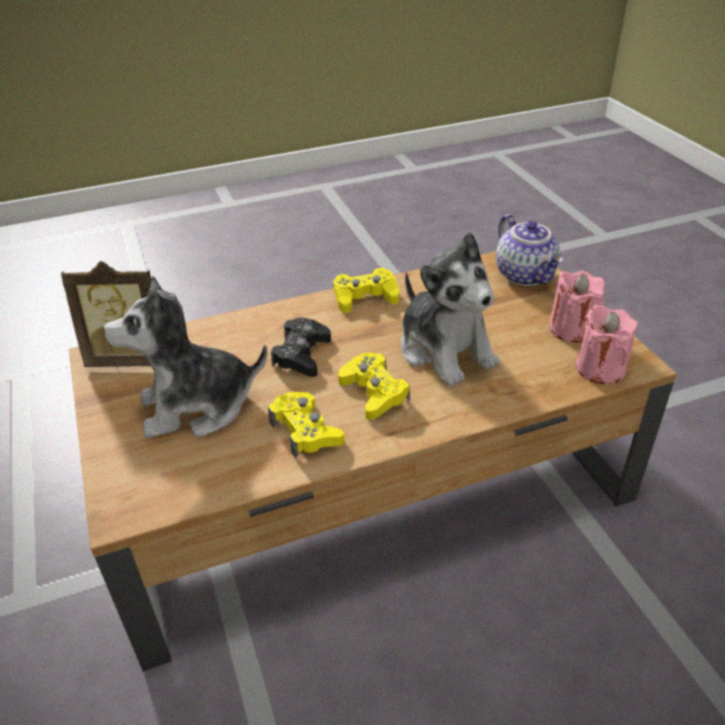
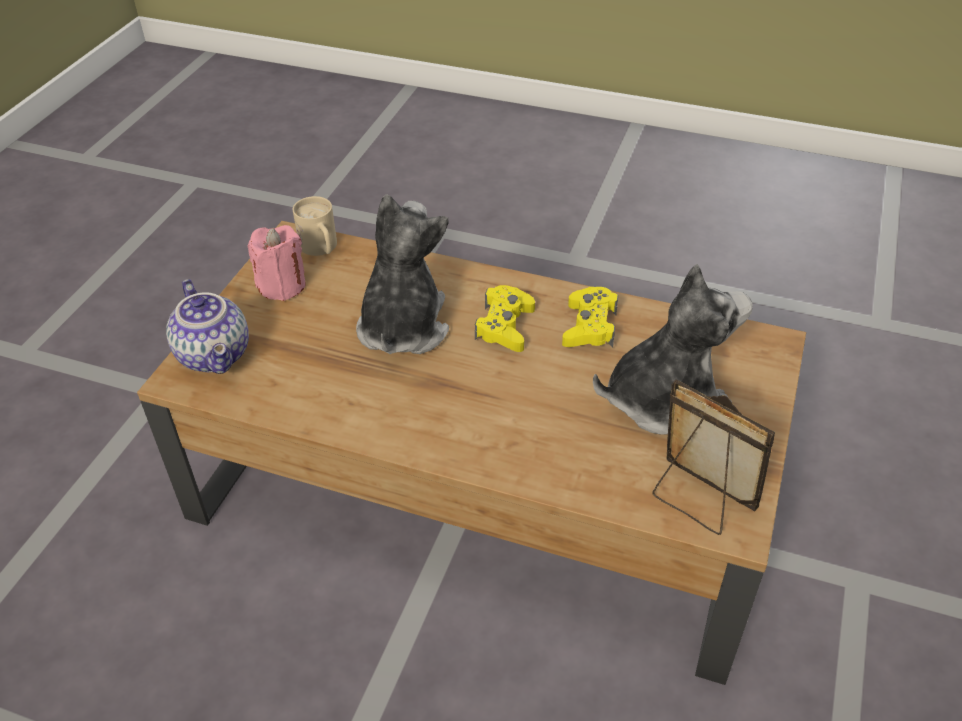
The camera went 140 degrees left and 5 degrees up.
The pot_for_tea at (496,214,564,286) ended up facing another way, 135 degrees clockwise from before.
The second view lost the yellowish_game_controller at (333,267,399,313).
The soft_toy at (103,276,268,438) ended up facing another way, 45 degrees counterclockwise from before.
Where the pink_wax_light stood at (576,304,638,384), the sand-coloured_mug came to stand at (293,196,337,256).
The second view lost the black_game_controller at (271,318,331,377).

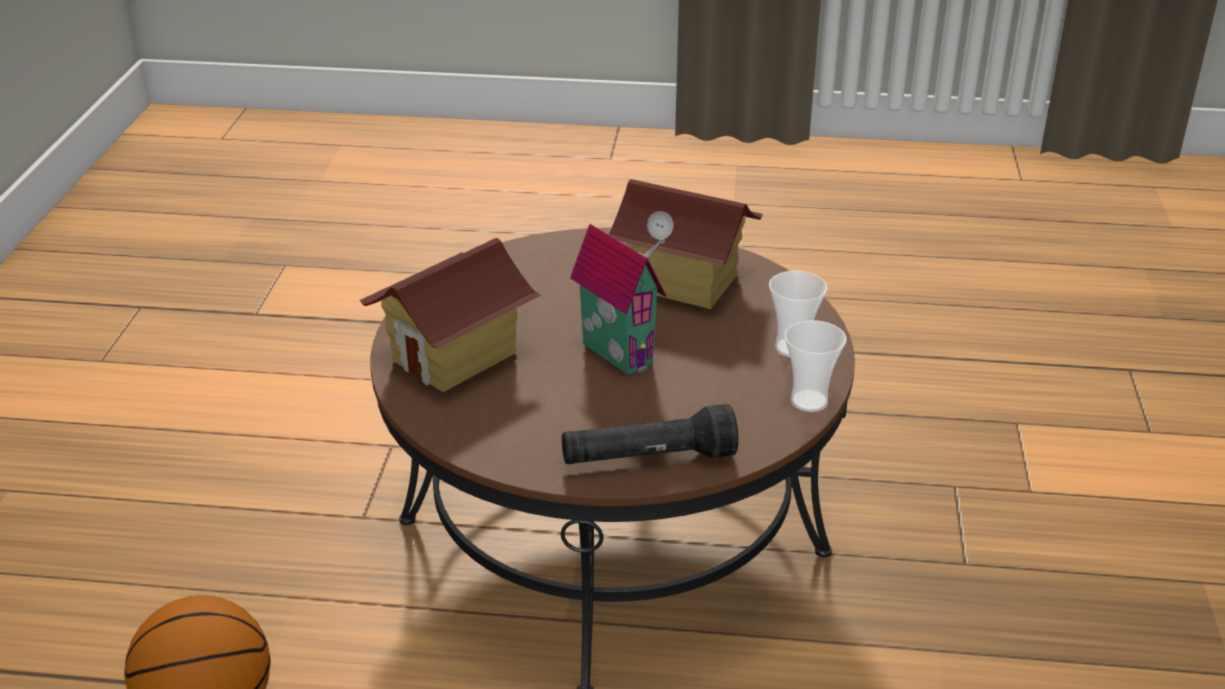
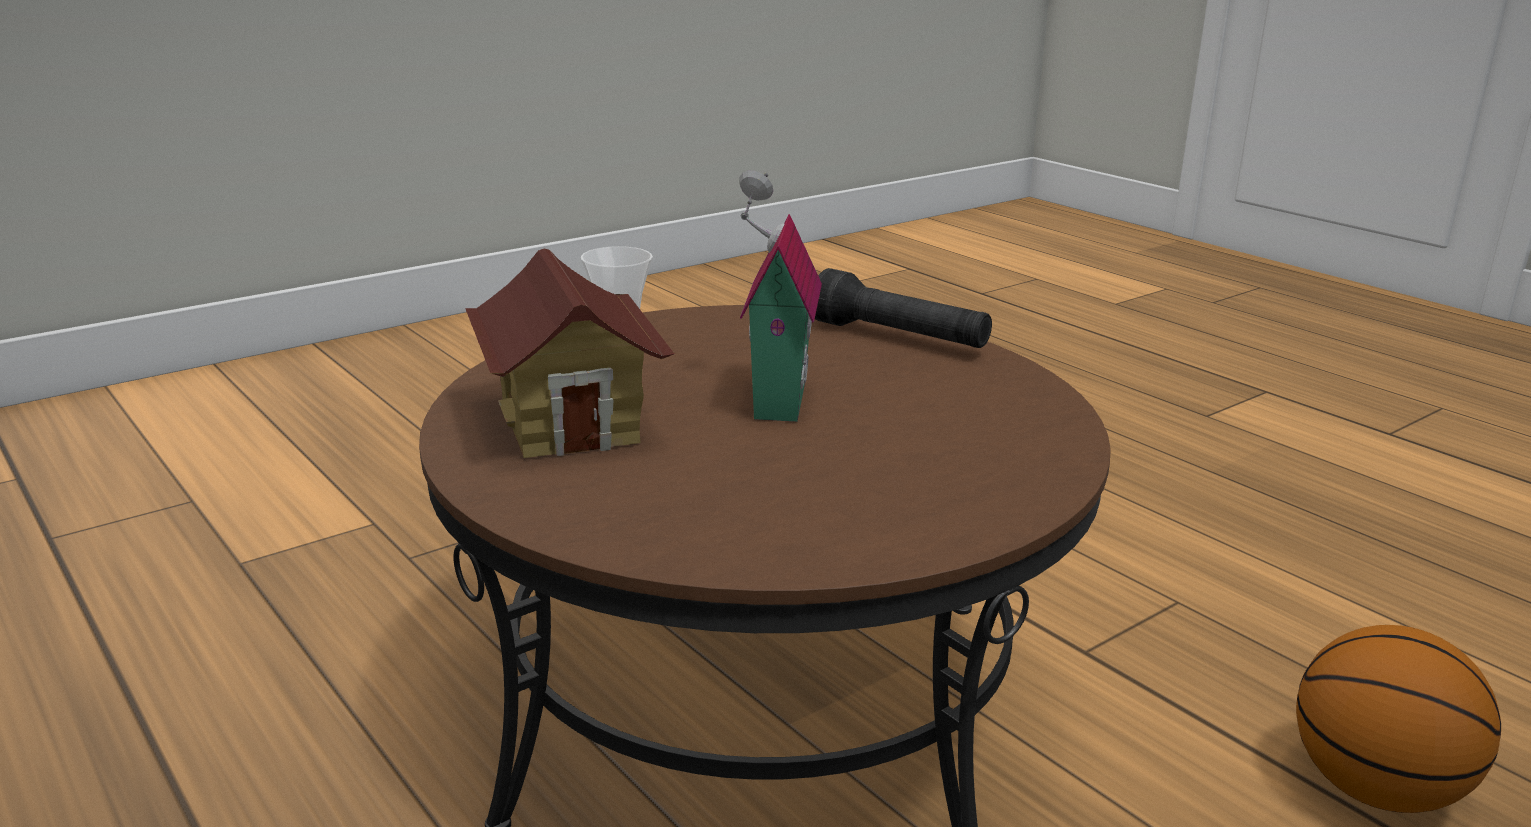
The camera went 135 degrees left and 10 degrees down.
The second view lost the toy_house at (359,238,541,392).
The second view lost the small_cup at (784,320,847,412).

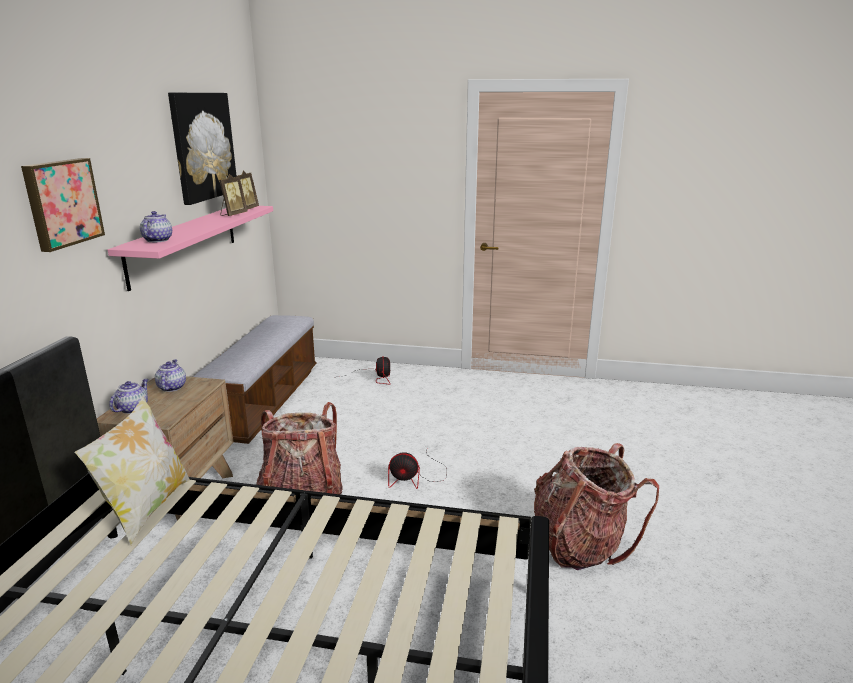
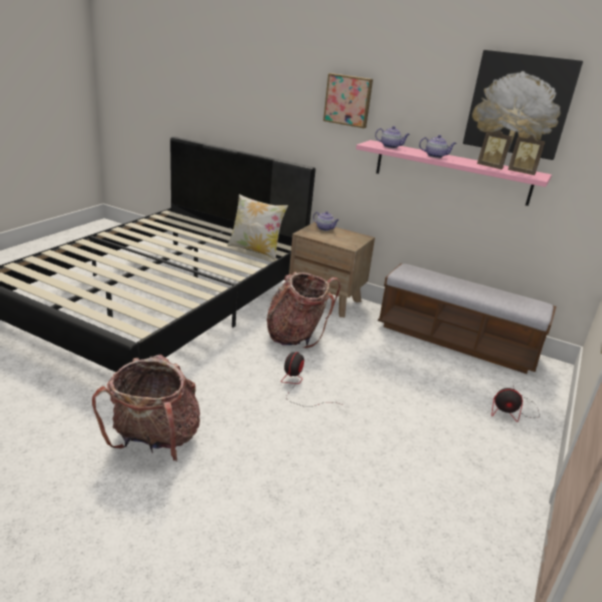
The camera went 105 degrees right and 5 degrees up.
The pot_for_tea ended up elsewhere, having gone from (155,359,186,392) to (419,135,457,158).

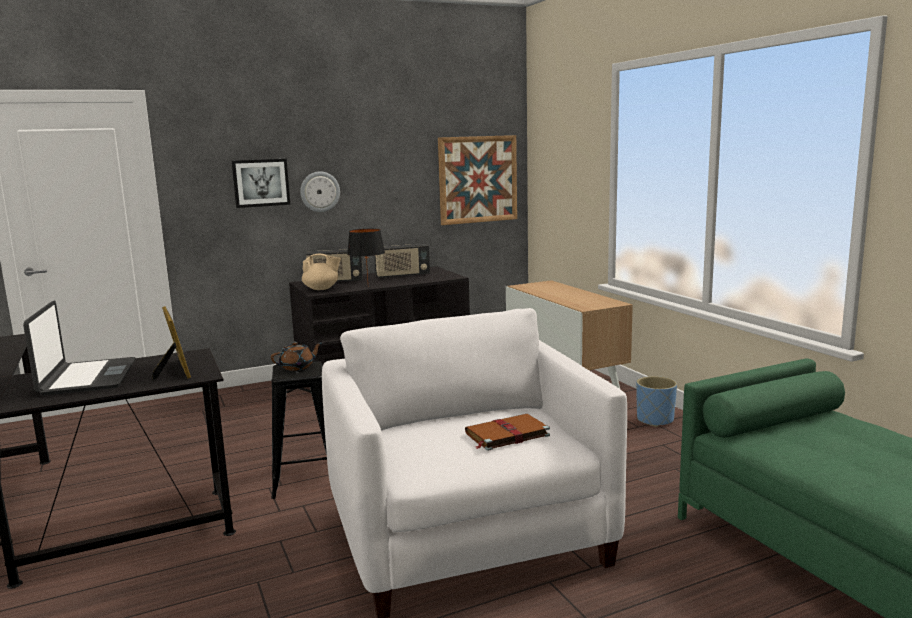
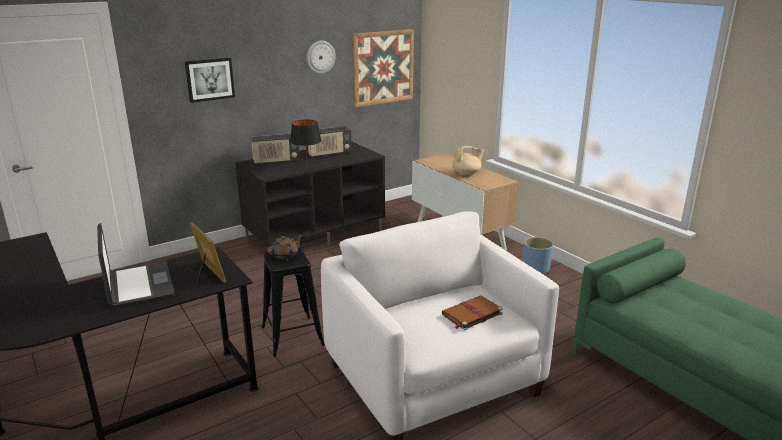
The camera went 10 degrees left and 10 degrees up.
The wall_clock ended up elsewhere, having gone from (300,171,340,212) to (306,41,336,74).
The sand-coloured_pot_for_tea ended up elsewhere, having gone from (302,254,341,290) to (452,146,484,176).

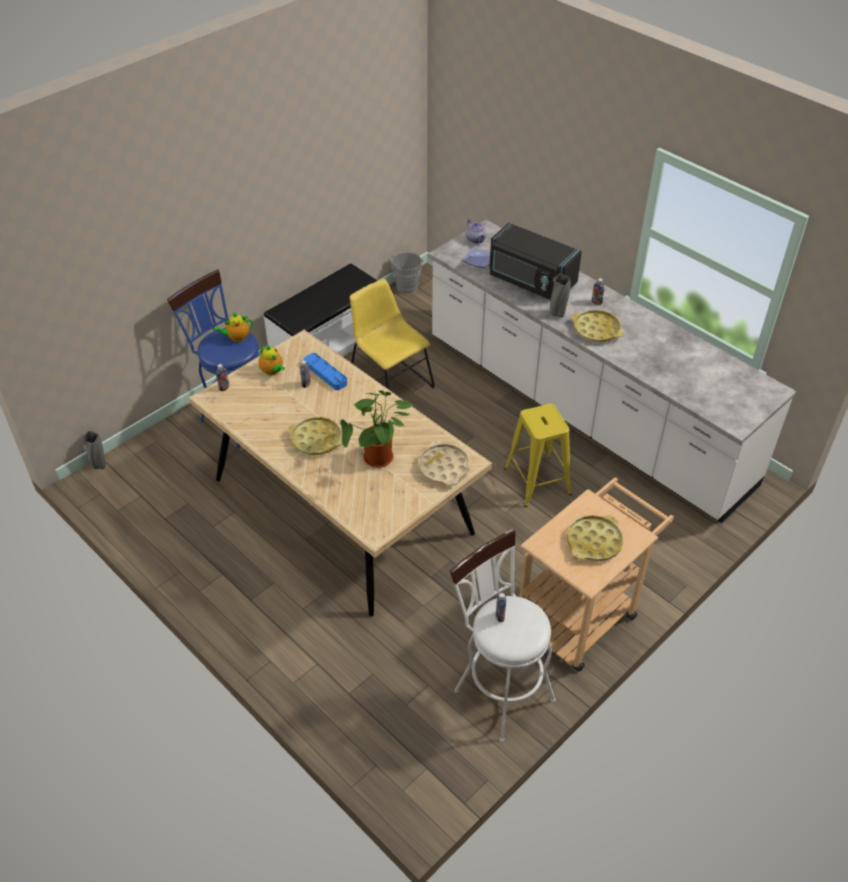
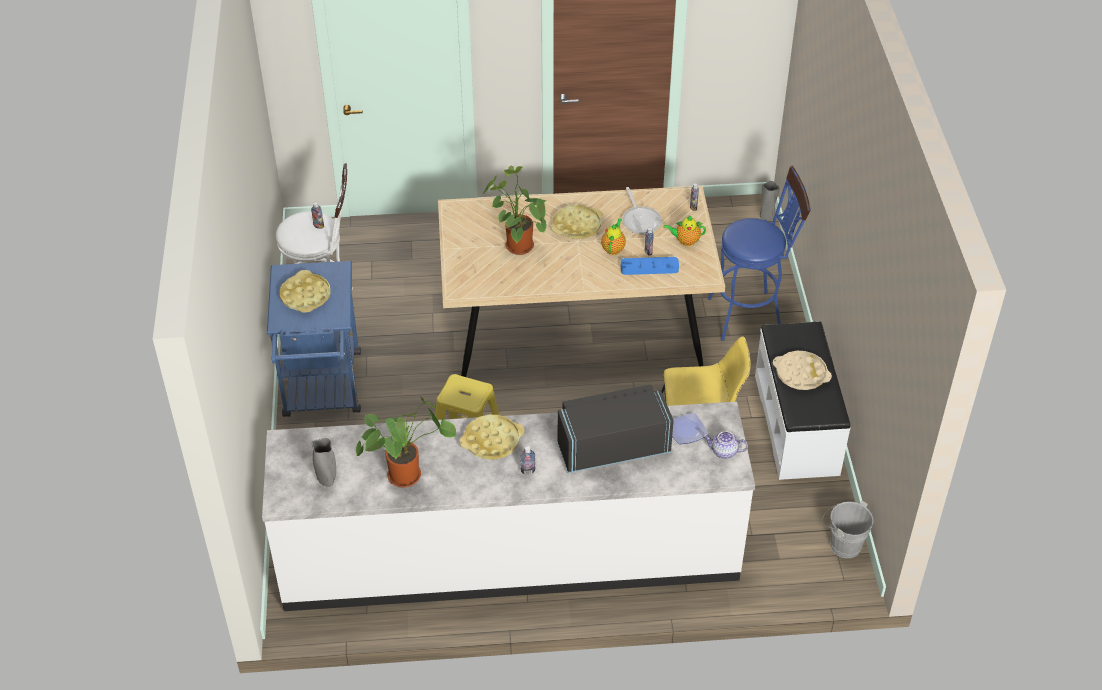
The camera went 130 degrees right and 0 degrees up.
The grey_decorative_vase ended up elsewhere, having gone from (550,274,570,317) to (311,438,336,487).
The pot_for_tea ended up elsewhere, having gone from (213,312,253,342) to (601,219,626,255).
The sand-coloured_carrying_tray ended up elsewhere, having gone from (418,440,470,486) to (773,351,832,390).
What was the sand-coloured_trolley at (519,477,674,672) turned into the bluish_trolley at (267,261,361,417).
The second view gained the skillet at (622,187,662,234).
The second view gained the plant_in_a_pot at (356,396,456,487).

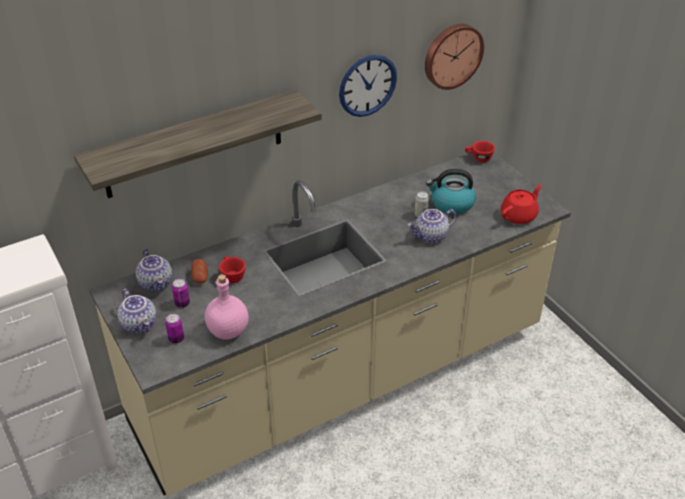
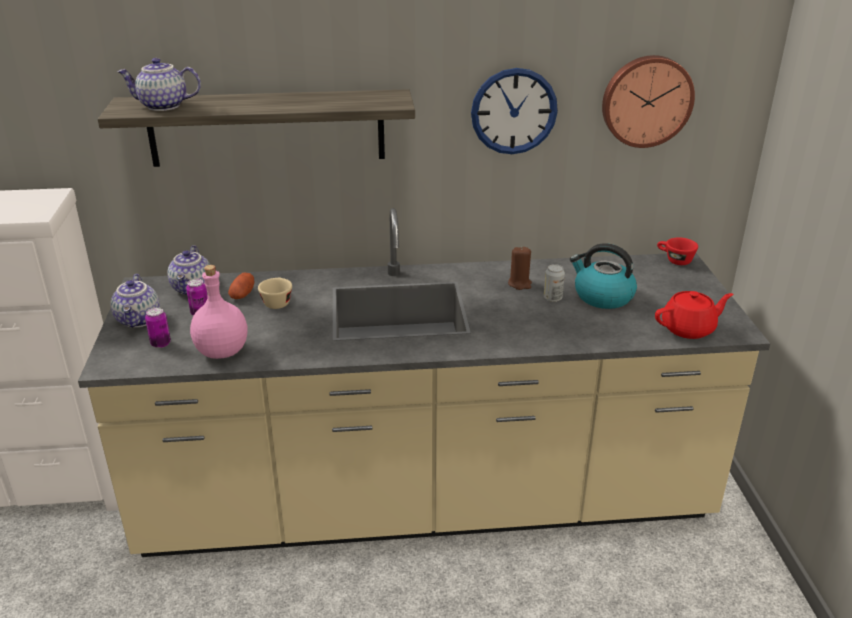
The camera went 25 degrees right and 10 degrees down.
The pot_for_tea ended up elsewhere, having gone from (408,209,457,243) to (117,58,201,111).
What was the red_small_cup at (219,256,246,283) turned into the sand-coloured_small_cup at (258,278,292,309).
The second view gained the brownish_wax_light at (508,246,532,290).

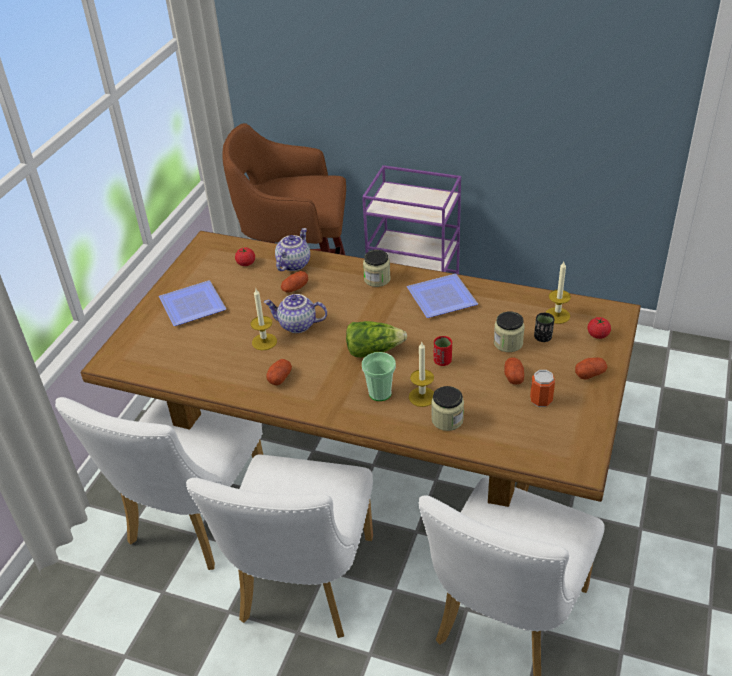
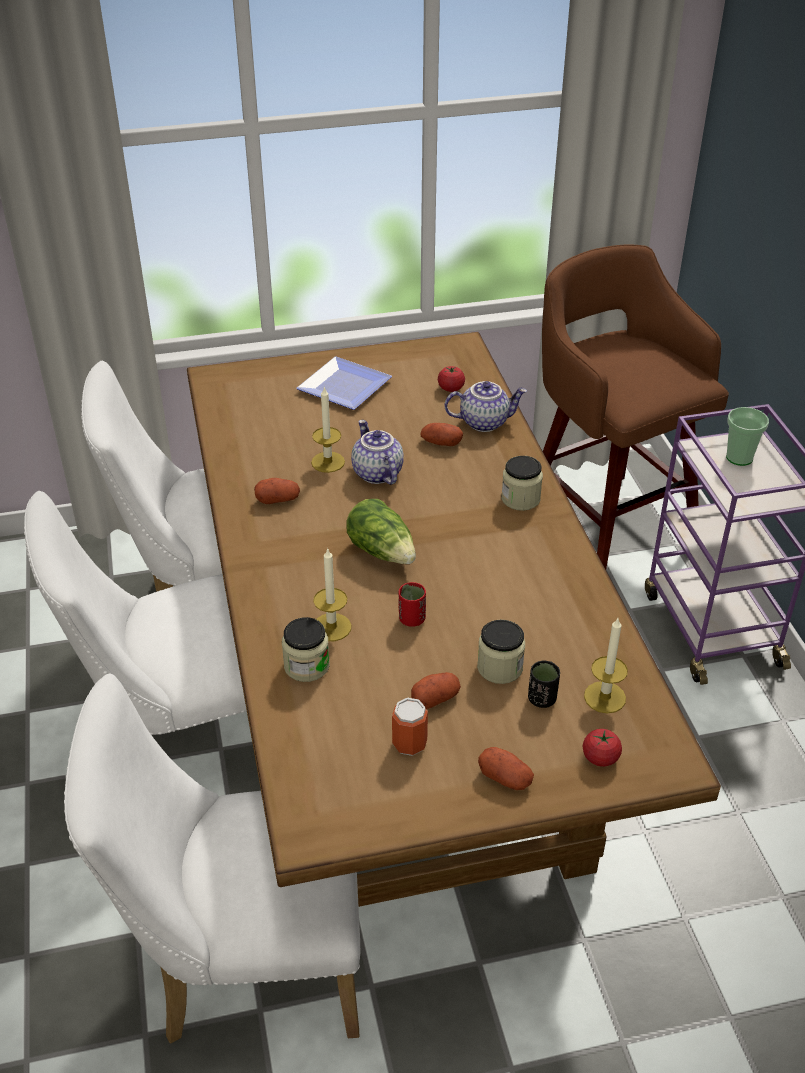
The camera went 55 degrees right and 0 degrees up.
The second view lost the plate at (407,274,478,318).
The small_cup ended up elsewhere, having gone from (362,352,396,401) to (726,407,769,466).

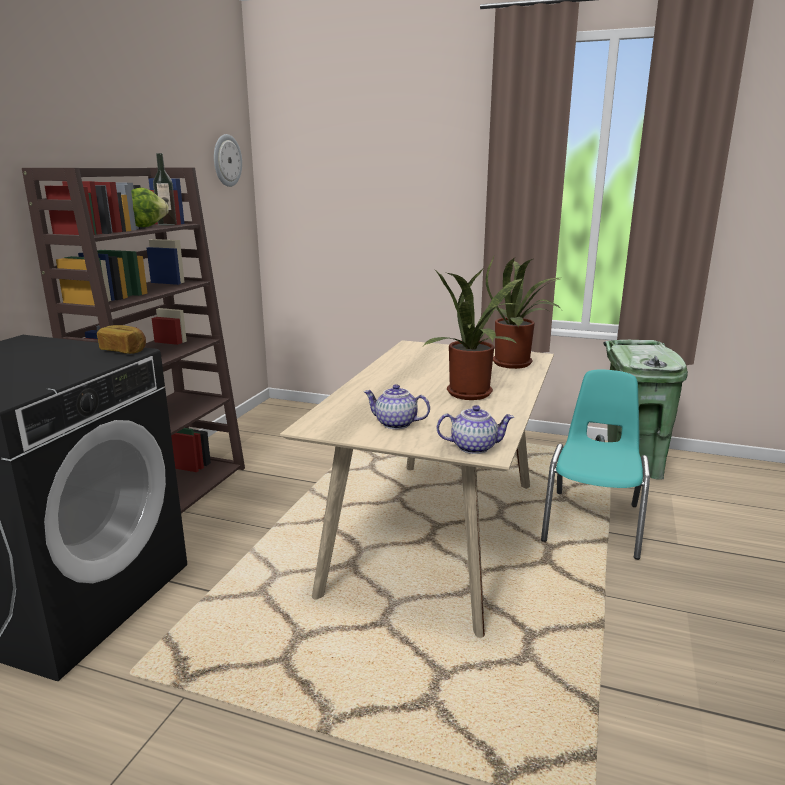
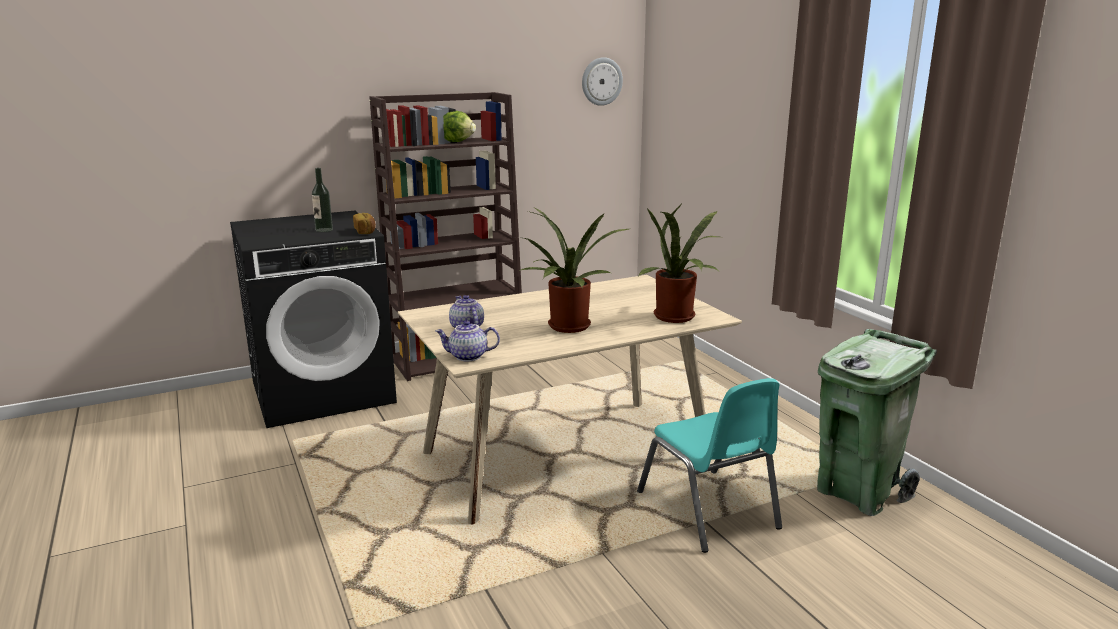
The camera went 45 degrees right and 0 degrees up.
The drink_bottle ended up elsewhere, having gone from (153,153,177,225) to (312,168,333,232).
The turquoise_plain_chair at (541,370,650,560) ended up facing another way, 90 degrees clockwise from before.
The pot_for_tea at (437,405,514,454) ended up facing another way, 135 degrees clockwise from before.

